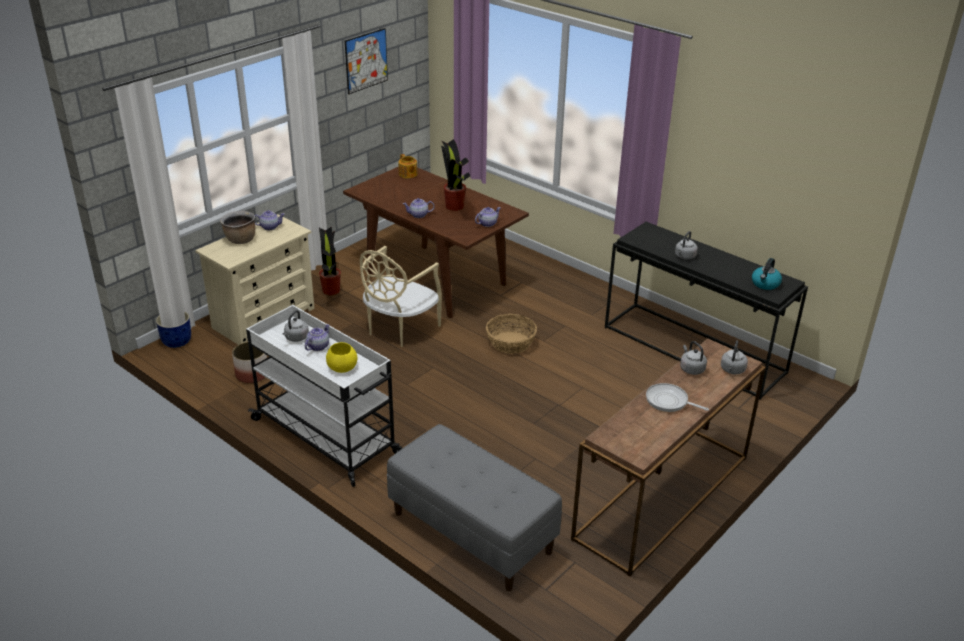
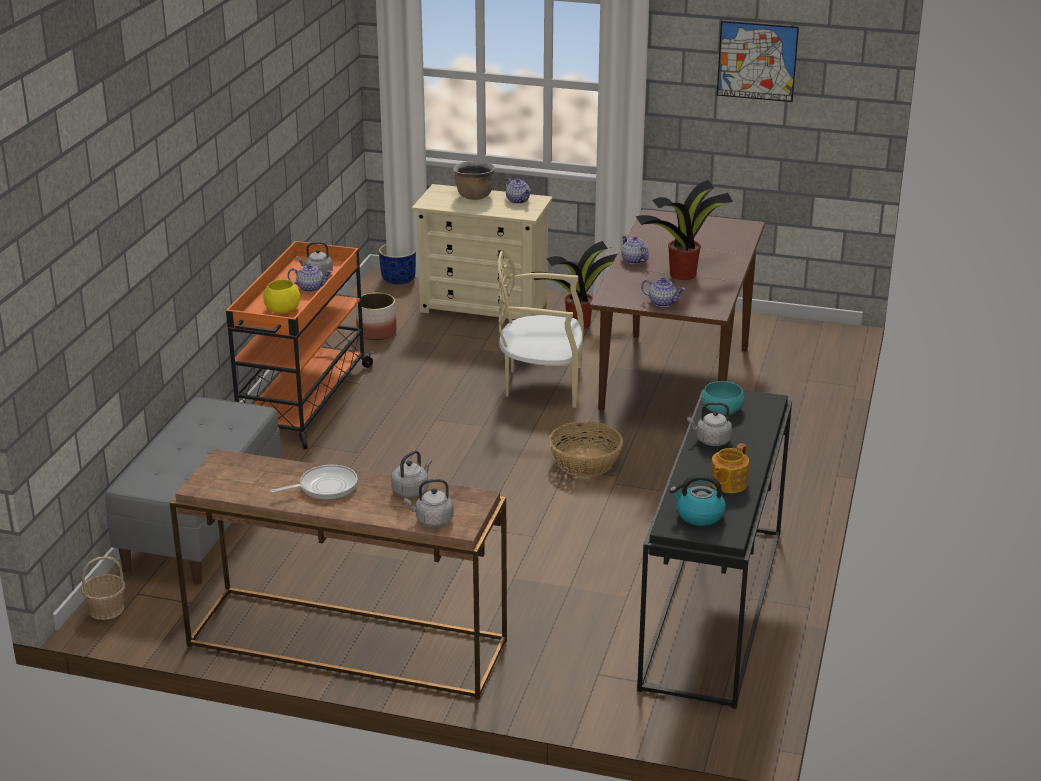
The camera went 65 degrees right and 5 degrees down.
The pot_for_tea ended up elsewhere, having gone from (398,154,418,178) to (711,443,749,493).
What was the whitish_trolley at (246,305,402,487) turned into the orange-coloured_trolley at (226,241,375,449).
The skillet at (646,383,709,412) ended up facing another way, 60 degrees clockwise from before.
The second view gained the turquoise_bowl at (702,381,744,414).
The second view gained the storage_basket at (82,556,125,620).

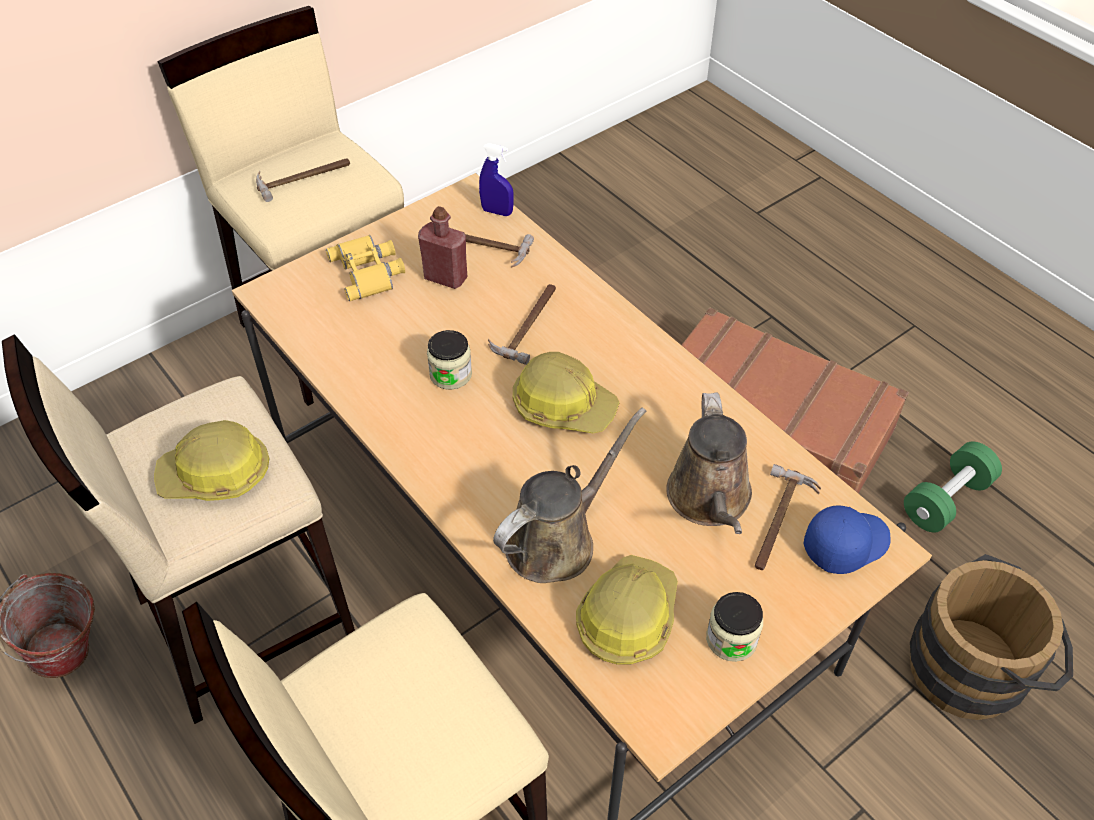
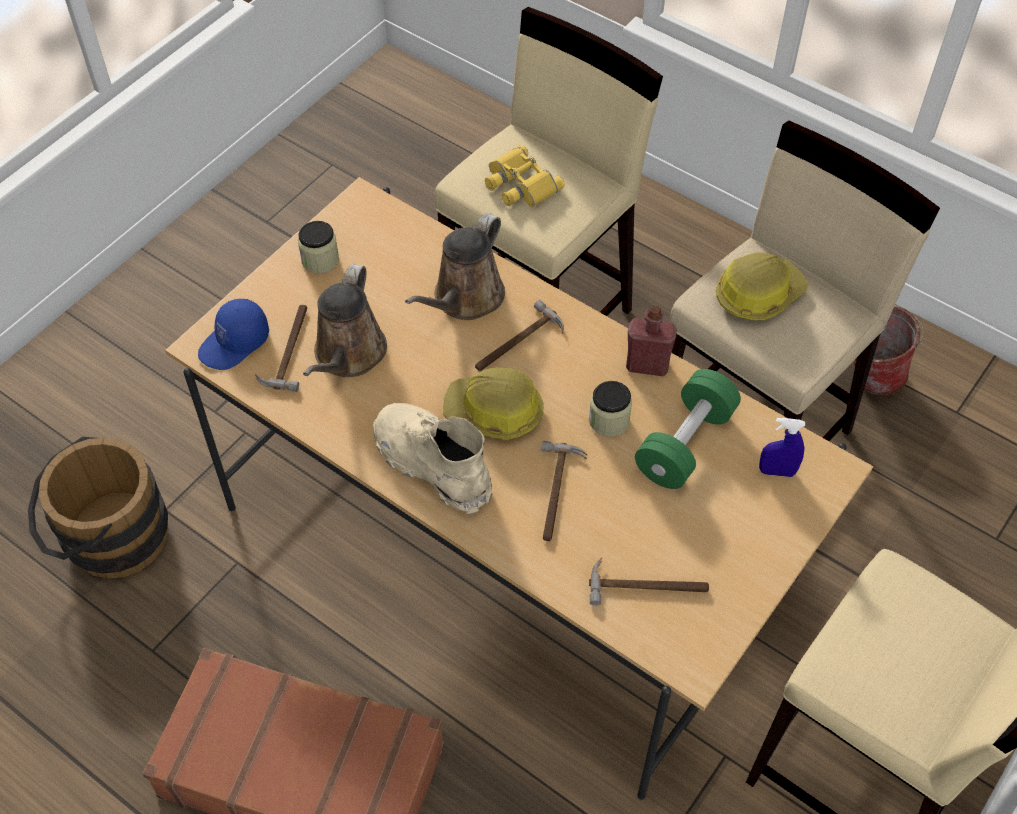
The camera went 165 degrees right and 5 degrees up.
The bluish_sprayer ended up elsewhere, having gone from (479,143,514,216) to (759,418,805,477).
The hand_hammer ended up elsewhere, having gone from (256,158,350,202) to (475,300,564,371).
The red_drink_bottle ended up elsewhere, having gone from (418,206,467,289) to (626,306,677,377).
The yellowish_field_glasses ended up elsewhere, having gone from (326,235,405,301) to (485,145,565,207).
The brownish_sprinkling_can at (666,393,752,534) ended up facing another way, 150 degrees counterclockwise from before.
The green-coloured_hand_weight ended up elsewhere, having gone from (904,442,1002,532) to (635,369,741,489).
The second view lost the work_helmet at (576,555,678,665).
The second view gained the sand-coloured_boot at (373,403,492,515).

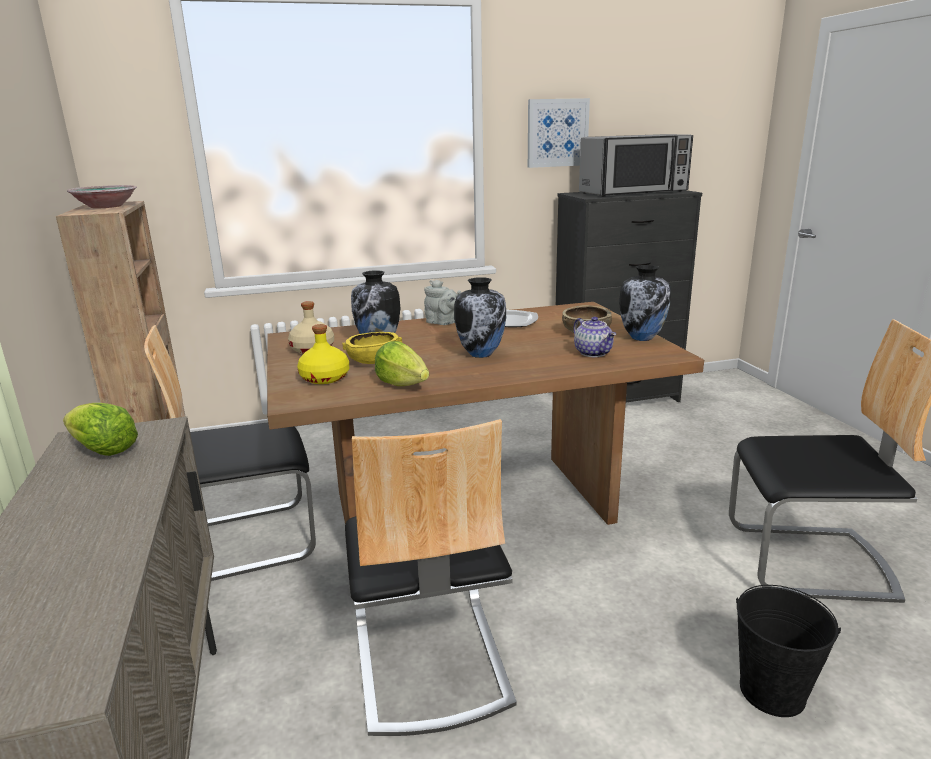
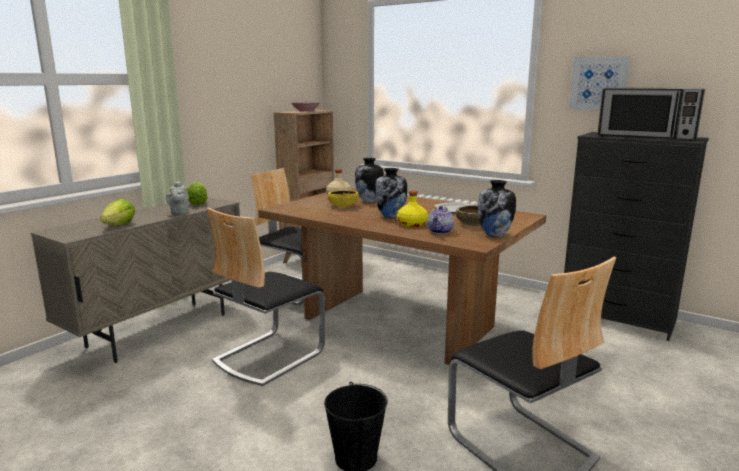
The camera went 50 degrees right and 5 degrees down.
The grey_pot_for_tea ended up elsewhere, having gone from (424,280,462,325) to (166,181,189,215).
The yellowish_drink_bottle ended up elsewhere, having gone from (297,324,349,384) to (397,190,428,227).
The lettuce_head ended up elsewhere, having gone from (375,341,429,386) to (100,199,135,225).

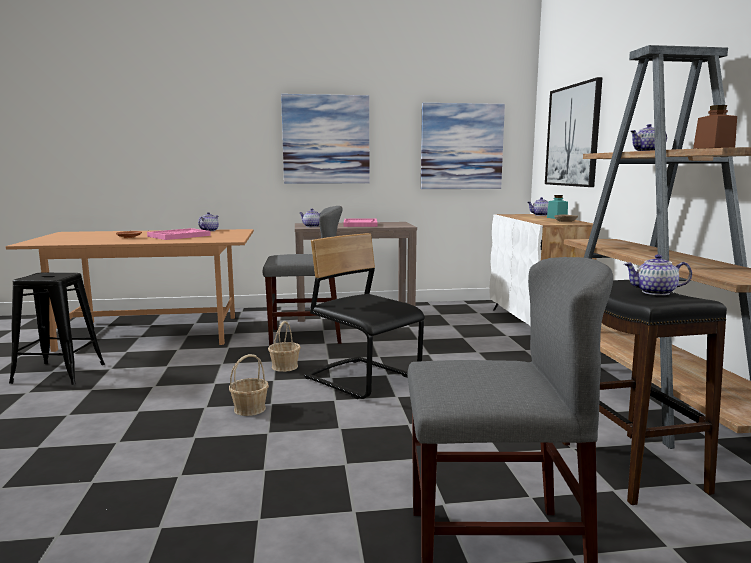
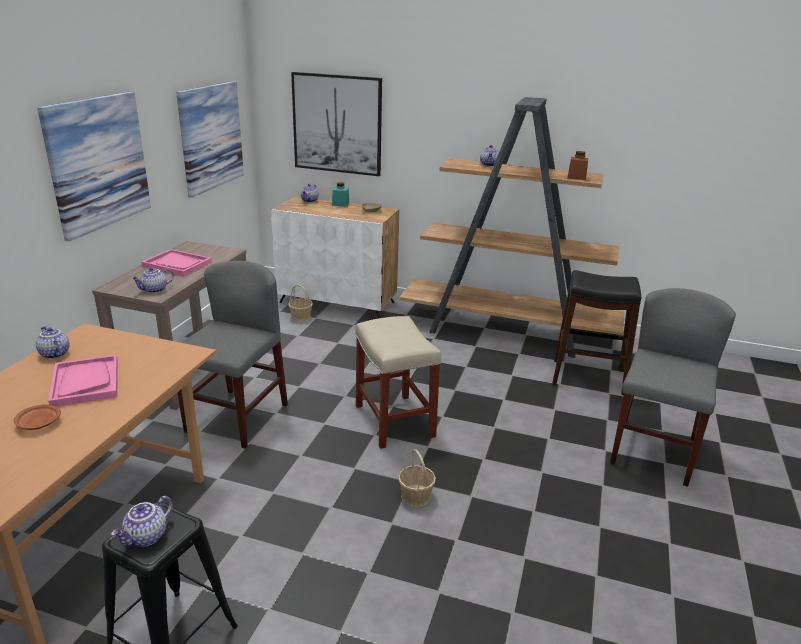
The camera went 65 degrees left and 15 degrees up.
Where the black_plain_chair stood at (304,233,425,399), the sand-coloured_sitting_stool came to stand at (355,316,441,449).
The pot_for_tea ended up elsewhere, having gone from (624,254,692,295) to (111,496,173,546).
The storage_basket ended up elsewhere, having gone from (268,321,301,372) to (288,285,313,322).

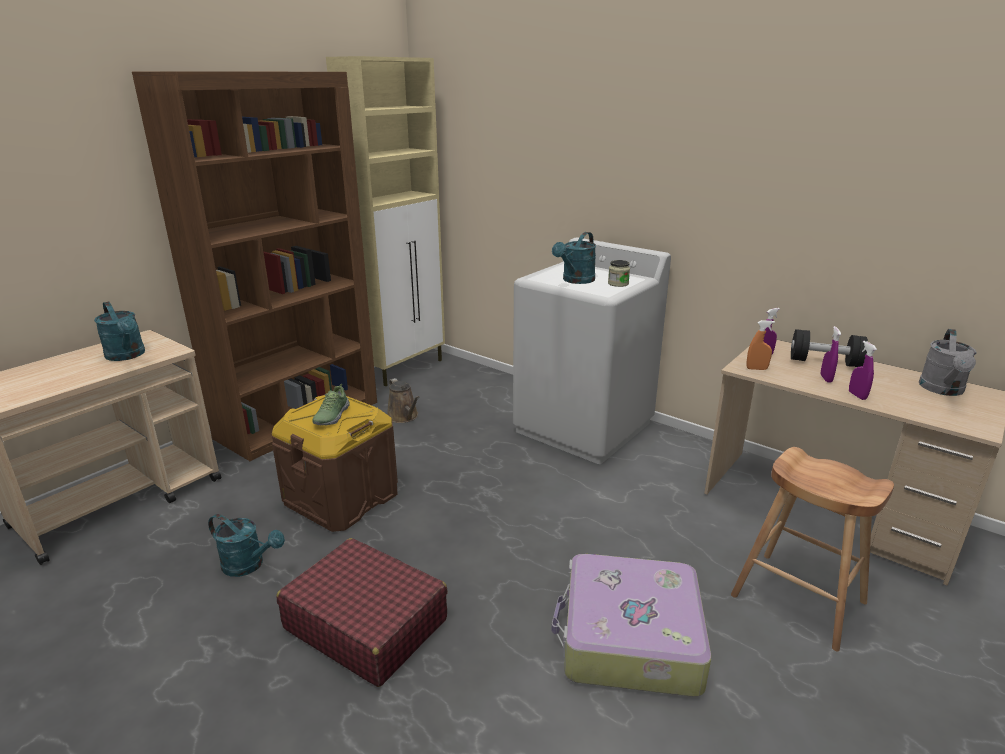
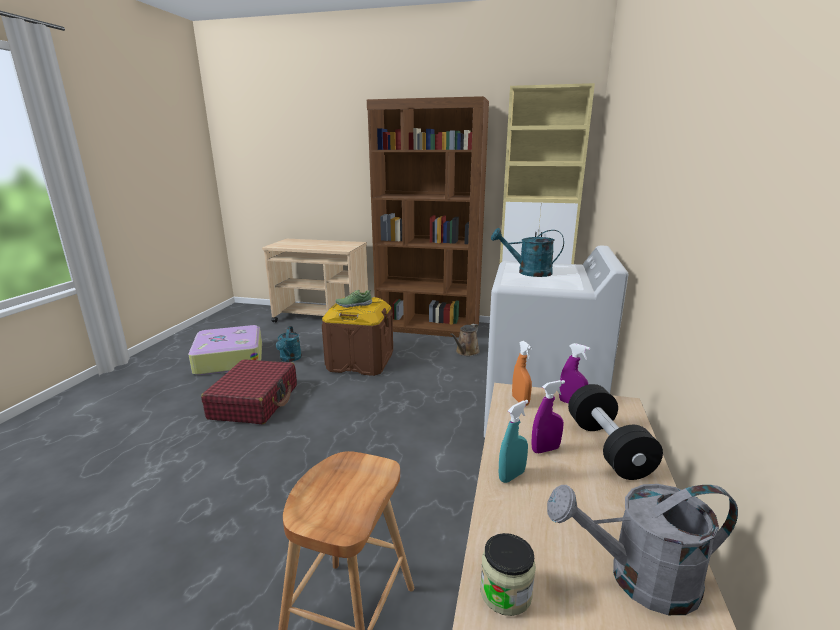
The camera went 65 degrees right and 5 degrees down.
The storage_jar ended up elsewhere, having gone from (608,260,630,287) to (480,533,536,616).
The second view lost the turquoise_sprinkling_can at (94,302,145,361).
What was the purple_sprayer at (849,341,877,400) turned into the turquoise_sprayer at (499,400,528,483).
The piece_of_luggage ended up elsewhere, having gone from (552,554,711,697) to (188,325,262,375).

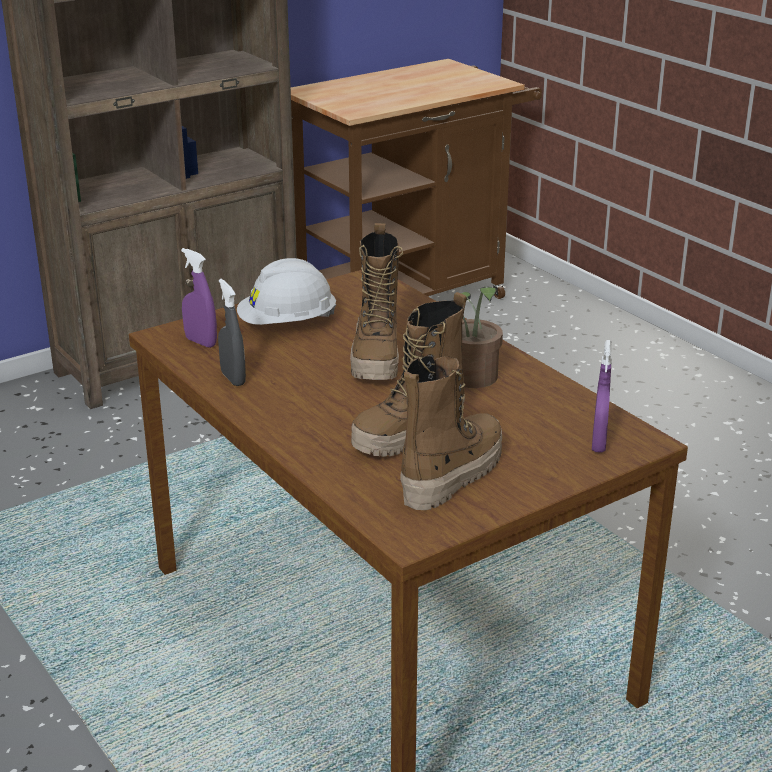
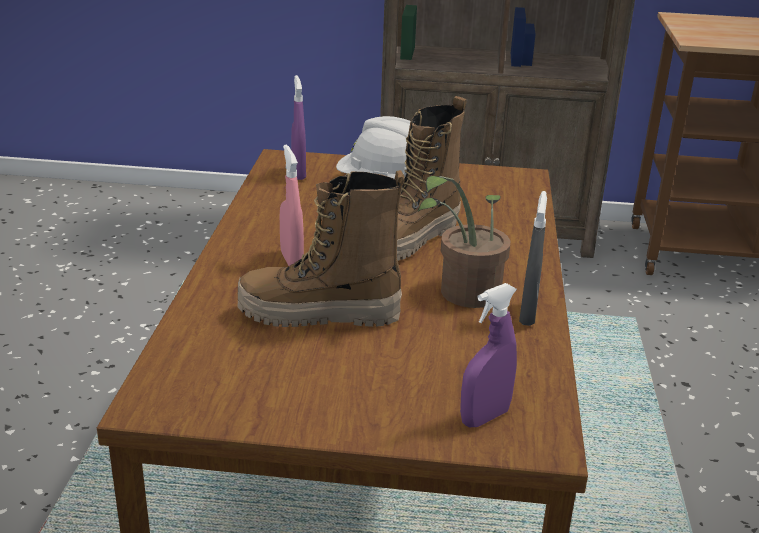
The camera went 40 degrees right and 0 degrees up.
The grey_sprayer ended up elsewhere, having gone from (218,279,246,386) to (519,191,547,326).
The second view lost the boot at (400,356,502,510).
The second view gained the pink_sprayer at (280,145,304,266).

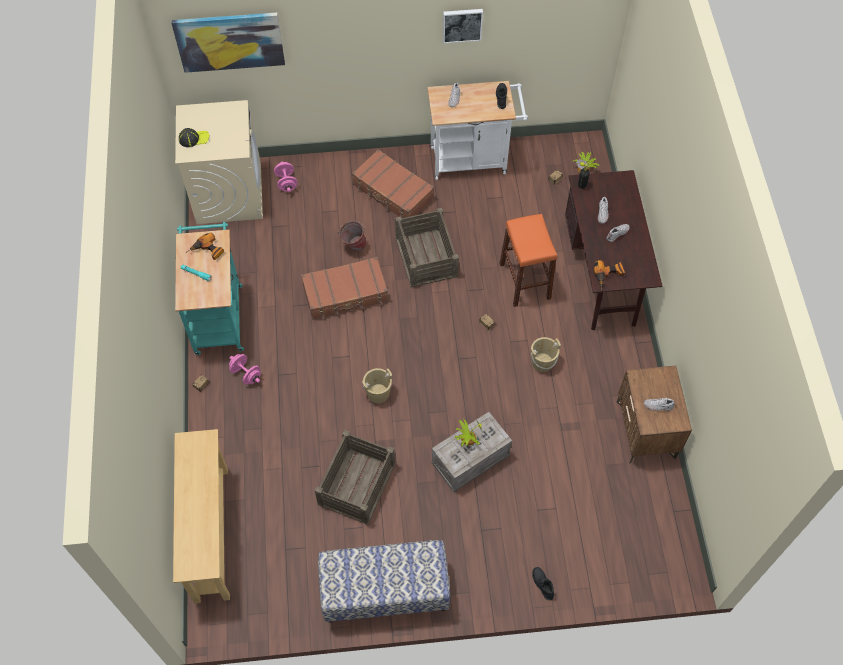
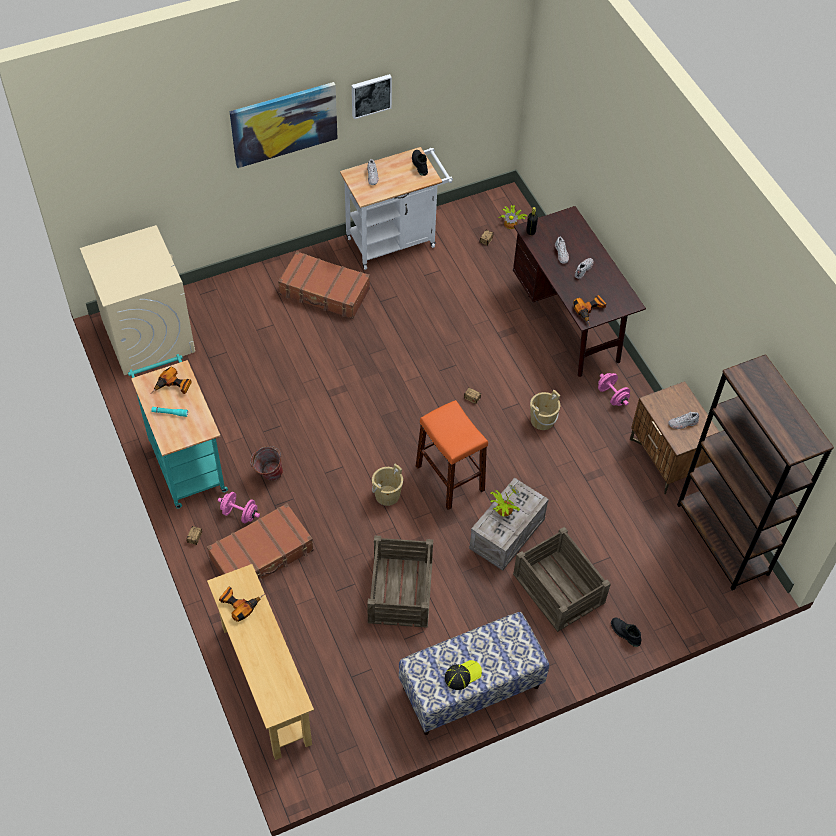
The camera went 20 degrees left and 5 degrees down.
The picture ended up elsewhere, having gone from (171,12,285,73) to (229,82,338,168).
The baseball_cap ended up elsewhere, having gone from (179,128,209,147) to (445,660,482,690).
The pink_hand_weight ended up elsewhere, having gone from (274,162,297,192) to (598,373,630,406).
The shipping_crate ended up elsewhere, having gone from (395,208,459,287) to (513,527,611,632).
The orange-coloured_sitting_stool ended up elsewhere, having gone from (499,214,557,307) to (416,400,488,510).
The bucket ended up elsewhere, having gone from (338,221,366,252) to (250,446,283,481).
The brownish_piece_of_luggage ended up elsewhere, having gone from (301,257,388,320) to (207,503,314,583).
The second view gained the brownish_bookshelf at (677,354,834,590).
The second view gained the power_drill at (219,587,265,622).

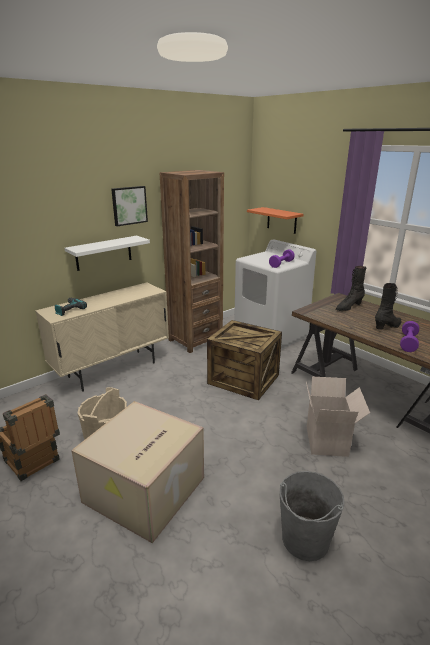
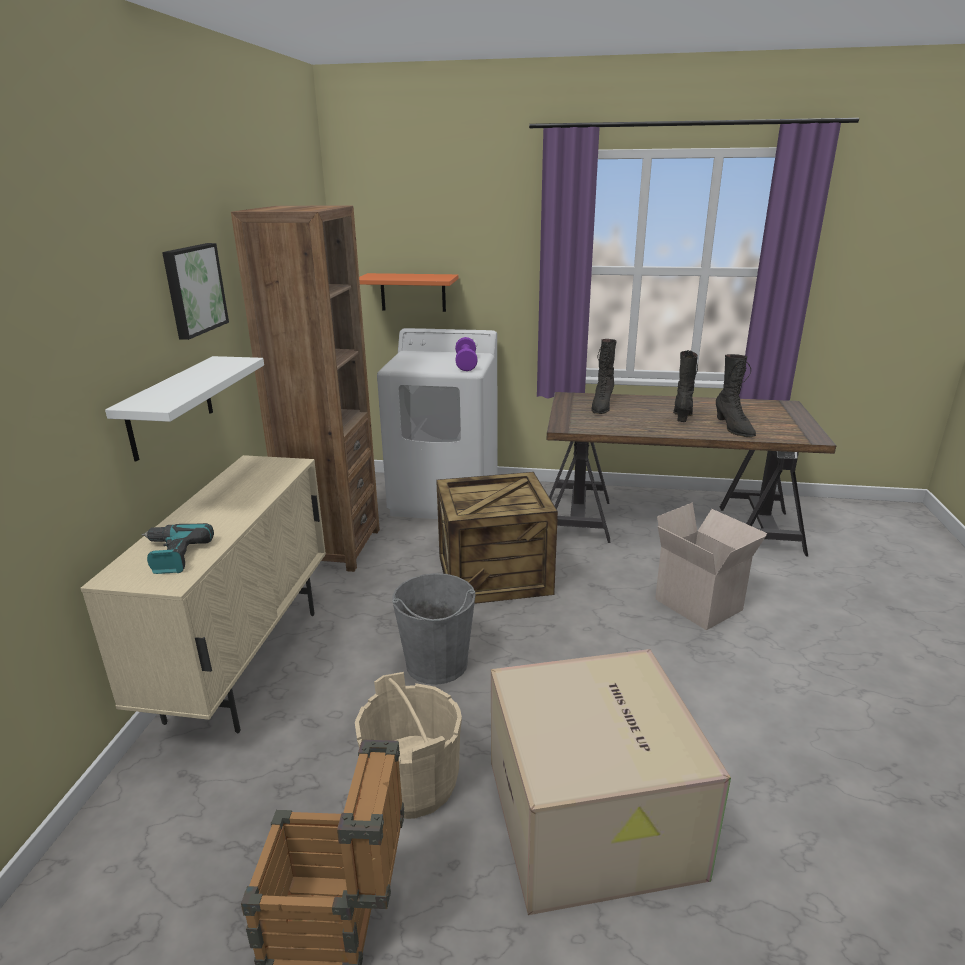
The camera went 40 degrees left and 0 degrees up.
Where the purple_hand_weight stood at (400,321,419,352), the black_boot came to stand at (716,354,756,437).
The grey_bucket ended up elsewhere, having gone from (280,471,345,561) to (392,573,476,685).

